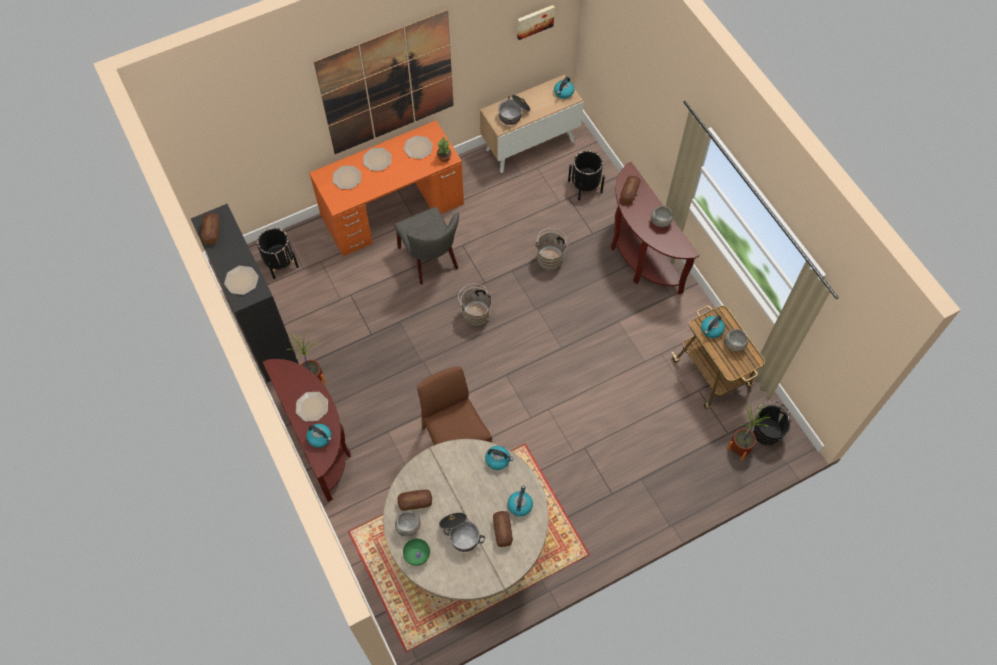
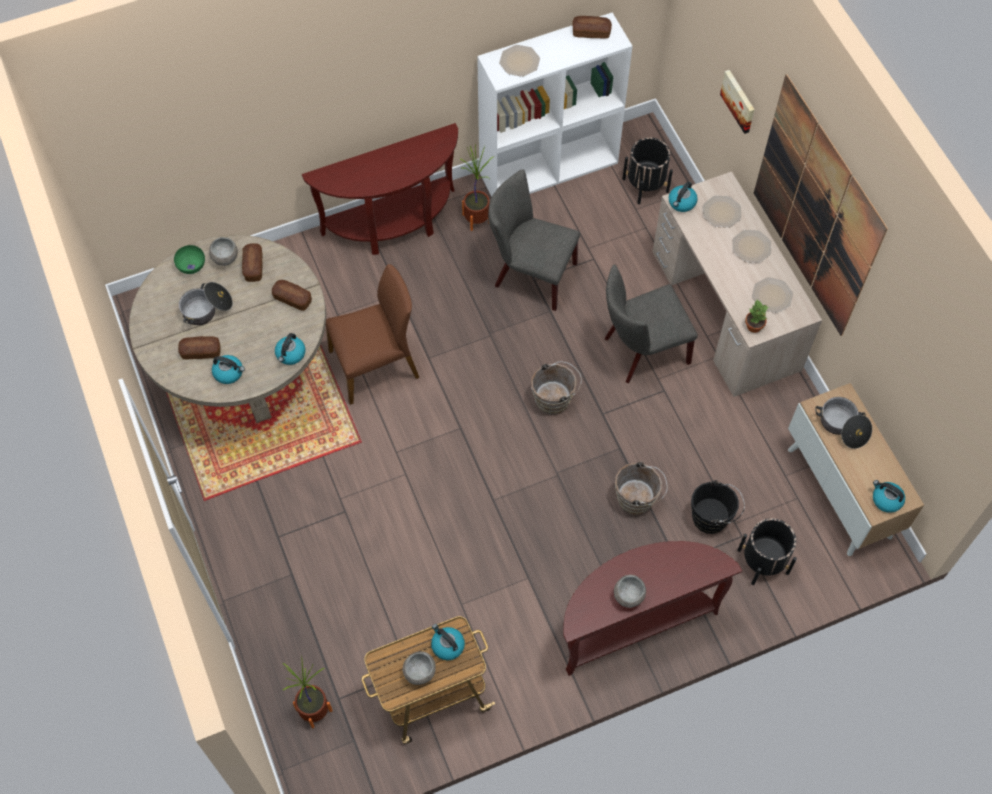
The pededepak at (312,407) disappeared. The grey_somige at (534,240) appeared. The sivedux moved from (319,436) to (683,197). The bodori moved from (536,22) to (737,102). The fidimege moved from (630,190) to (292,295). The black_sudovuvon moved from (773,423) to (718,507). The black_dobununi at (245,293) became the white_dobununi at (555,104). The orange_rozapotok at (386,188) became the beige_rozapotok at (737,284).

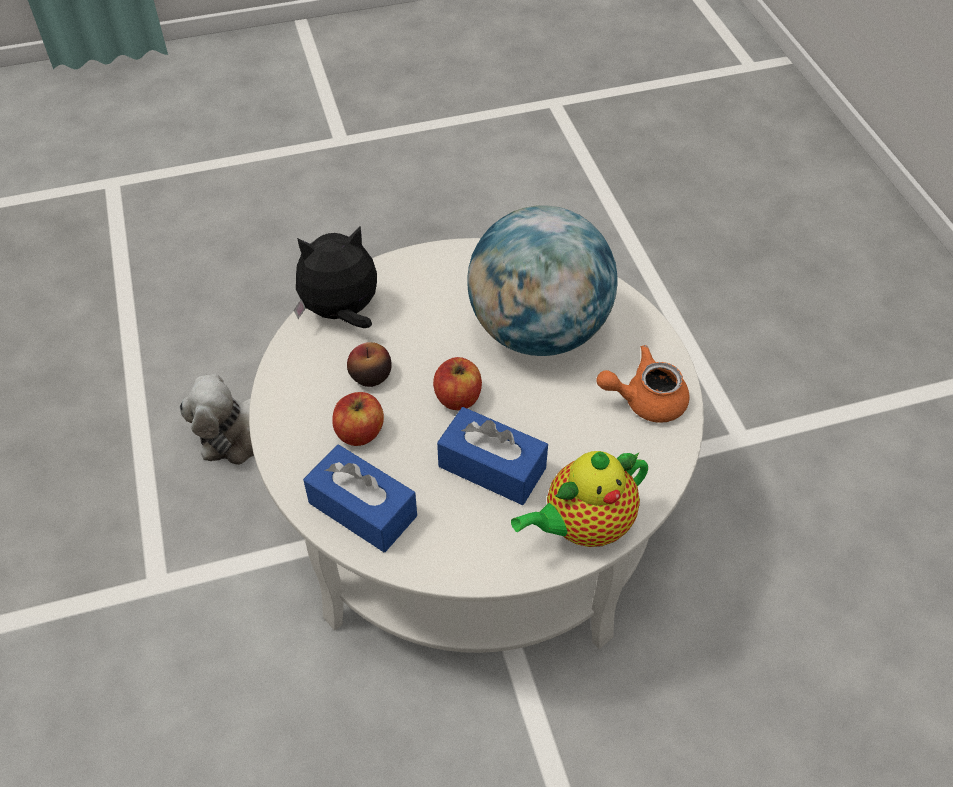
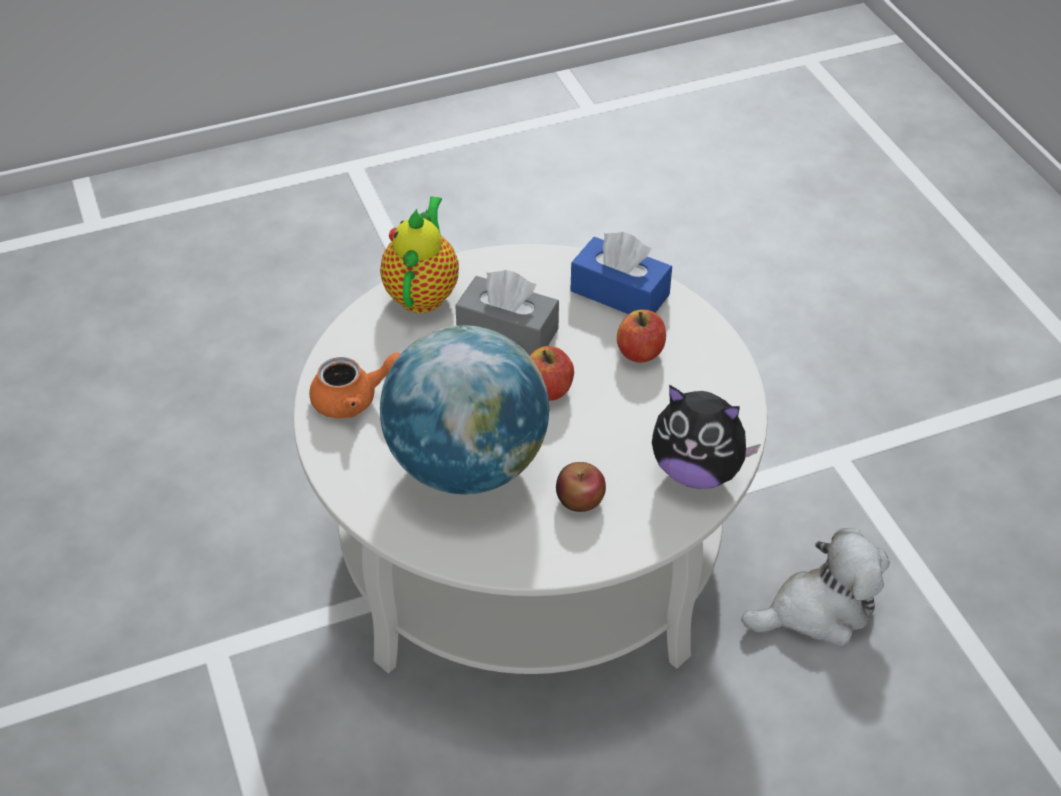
The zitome moved from (369,364) to (581,487). The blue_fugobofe at (492,456) became the grey_fugobofe at (507,313). The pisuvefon at (335,277) turned 45 degrees clockwise. The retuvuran at (579,499) turned 45 degrees counterclockwise.

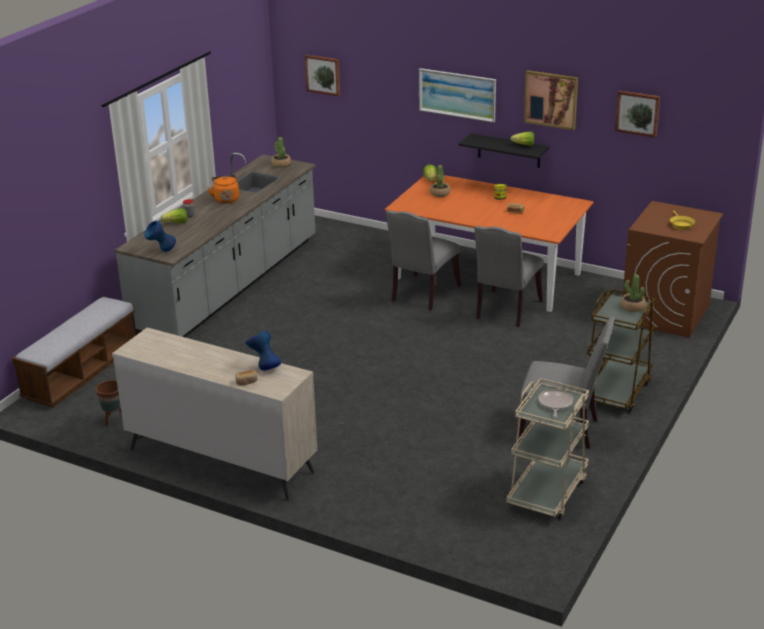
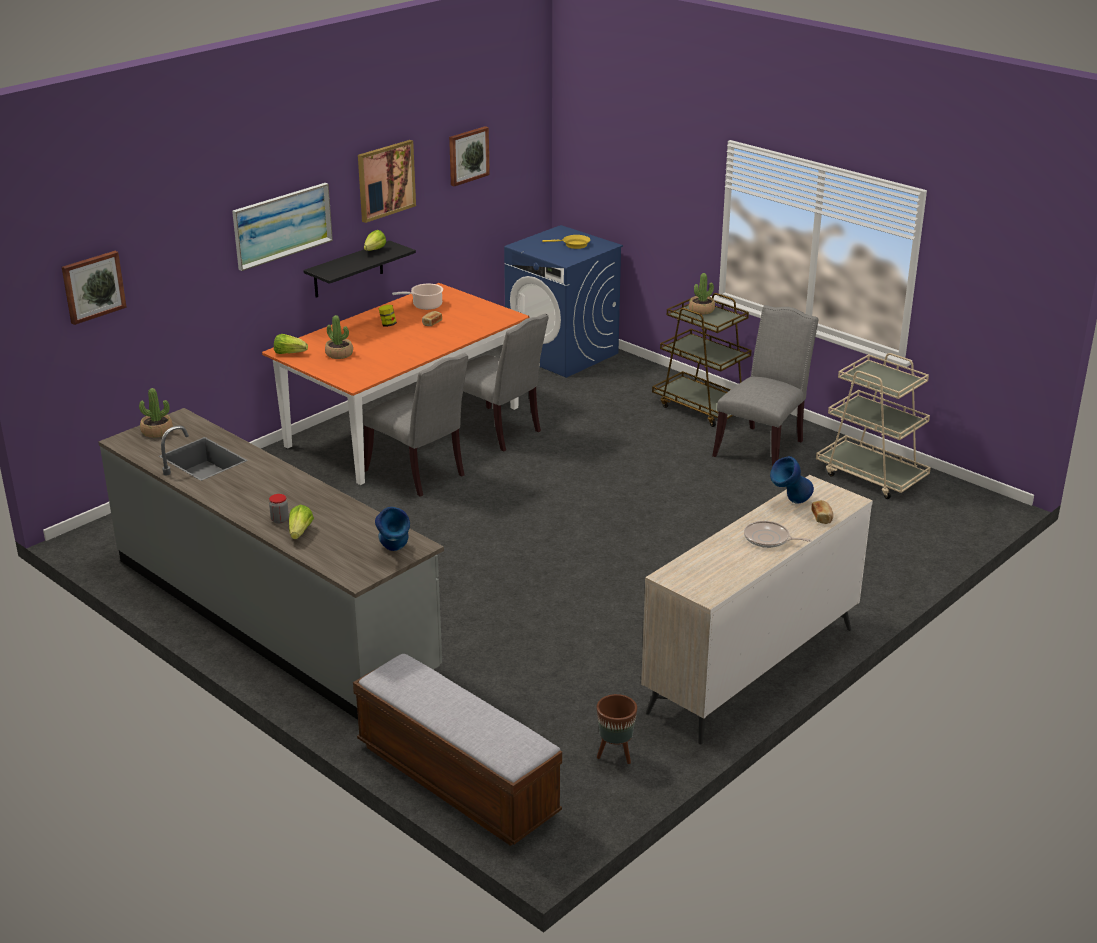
The orange_sivedux at (223,189) disappeared. The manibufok at (417,297) appeared. The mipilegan moved from (555,403) to (778,534). The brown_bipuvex at (673,269) became the blue_bipuvex at (563,301).

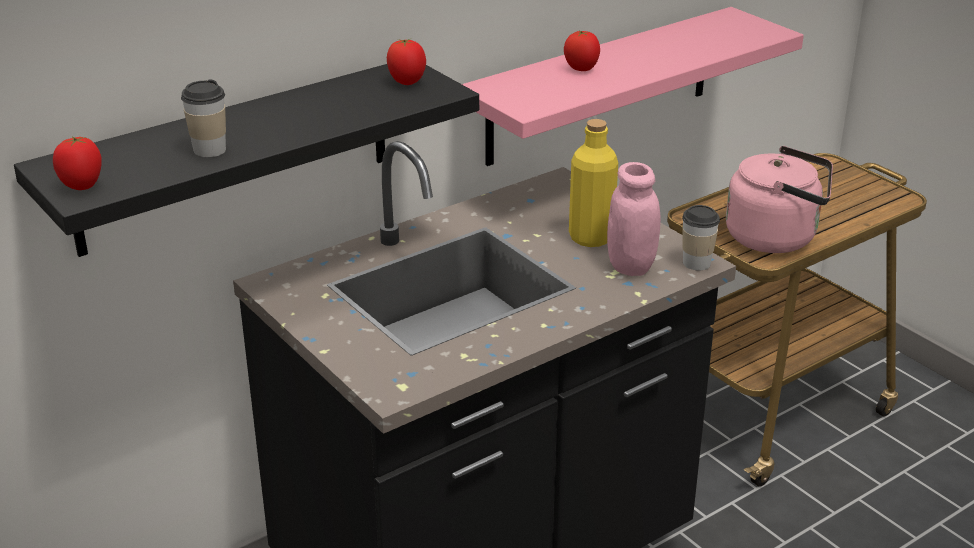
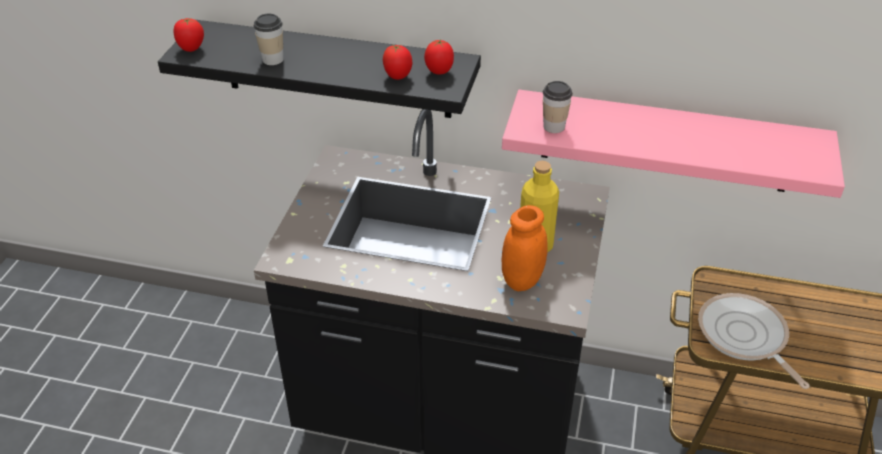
The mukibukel moved from (582,50) to (397,62). The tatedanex moved from (701,237) to (558,107). The pink_sivedux at (779,199) was replaced by the mipilegan at (754,341). The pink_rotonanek at (634,219) became the orange_rotonanek at (525,248).

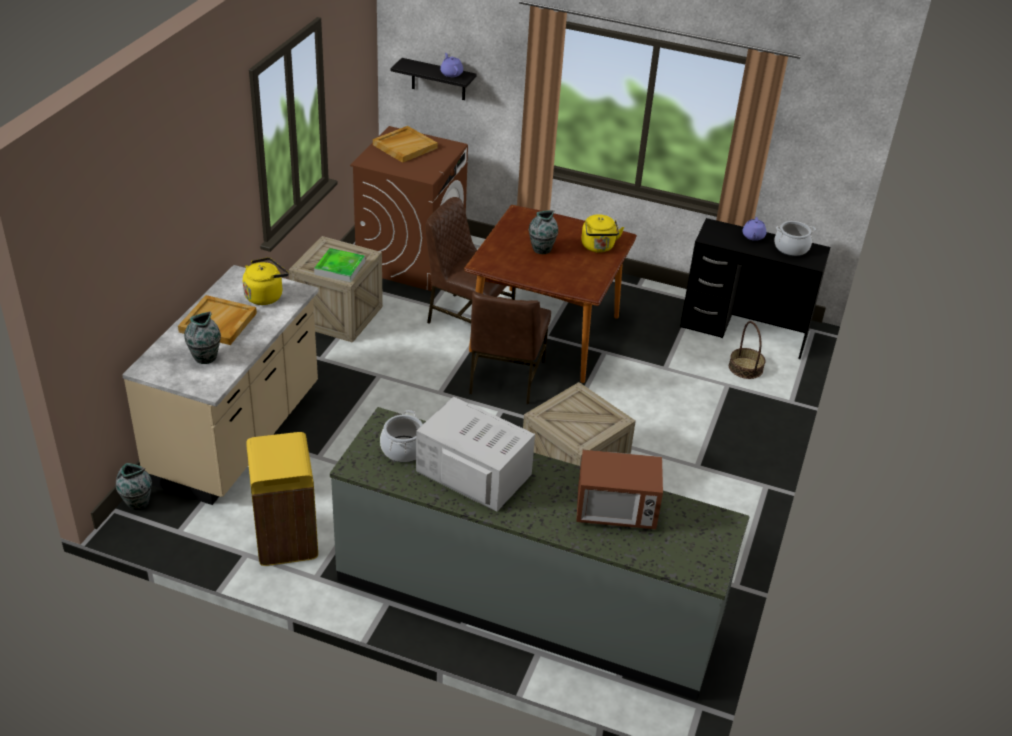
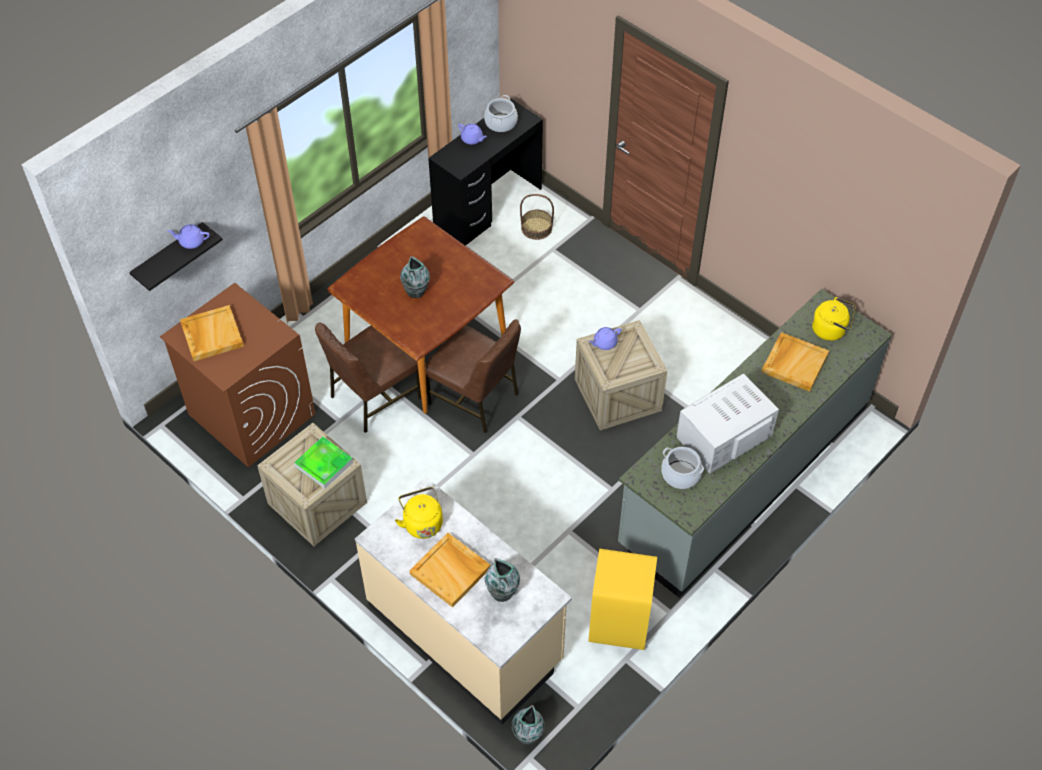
The purple_retuvuran at (605,338) appeared. The yellow_sivedux moved from (602,233) to (833,319). The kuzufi at (619,489) was replaced by the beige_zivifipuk at (795,362).

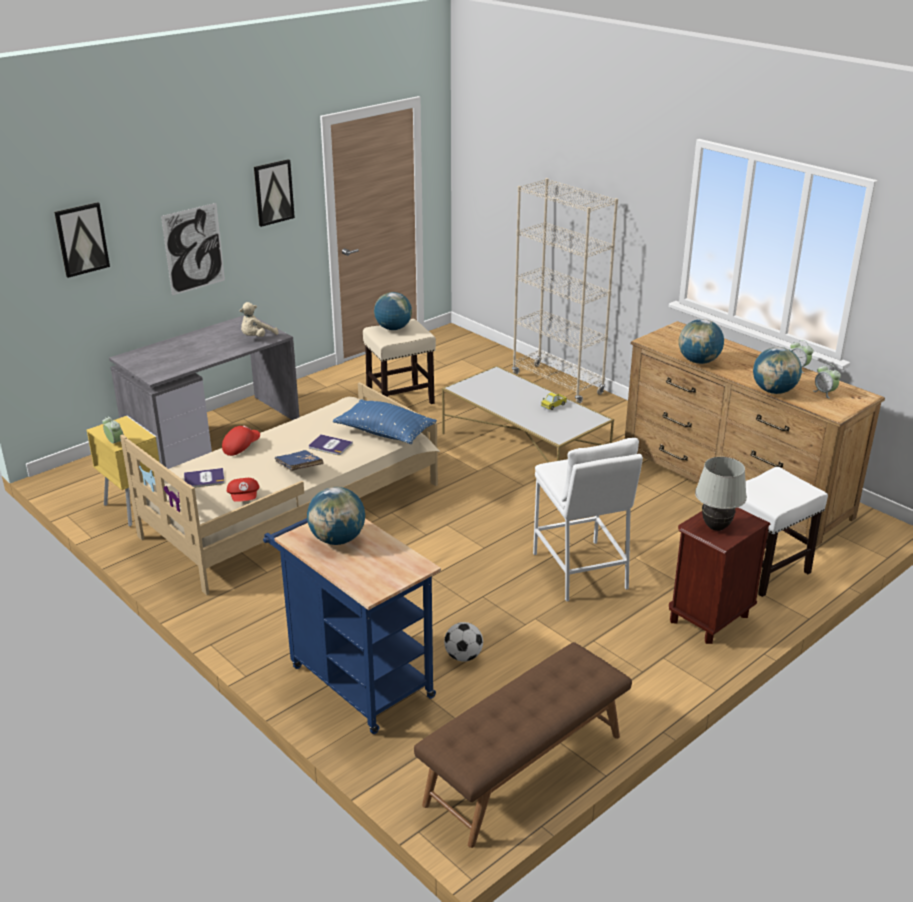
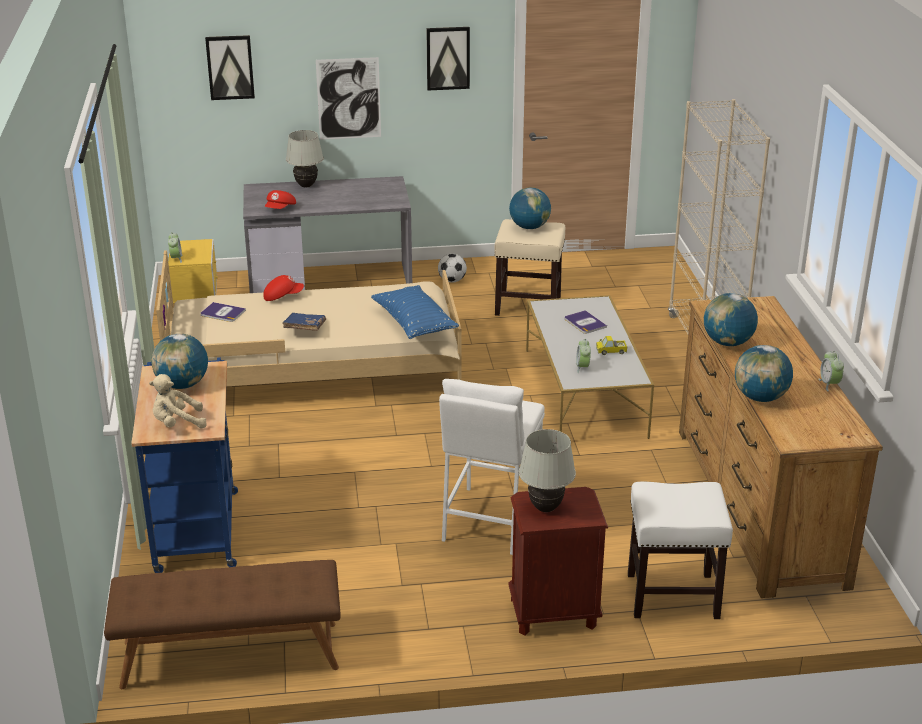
The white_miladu at (305,158) appeared. The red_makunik moved from (243,490) to (280,199). The beige_pisuvefon moved from (259,319) to (178,401). The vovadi moved from (331,444) to (586,322). The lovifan moved from (463,642) to (452,268). The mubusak moved from (827,381) to (583,356).

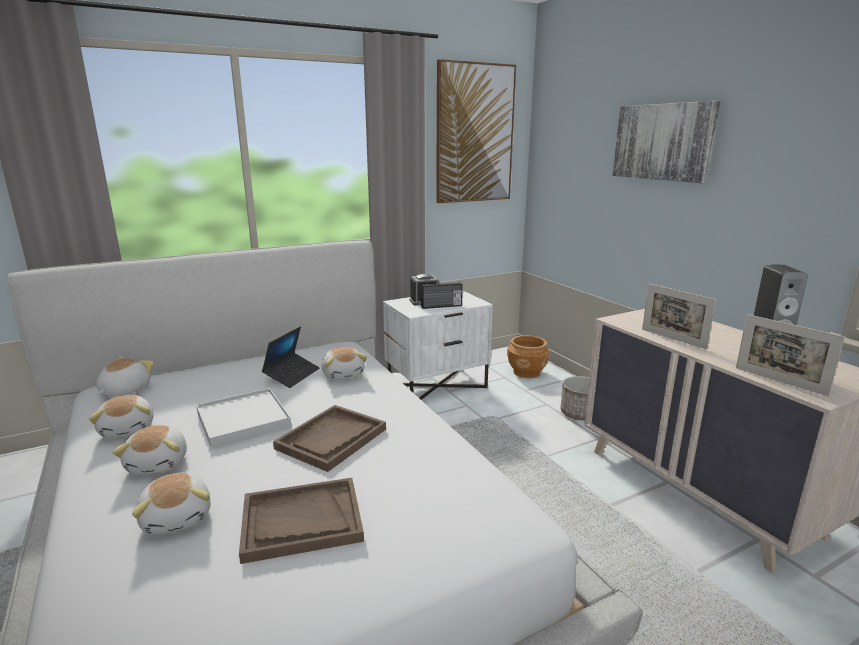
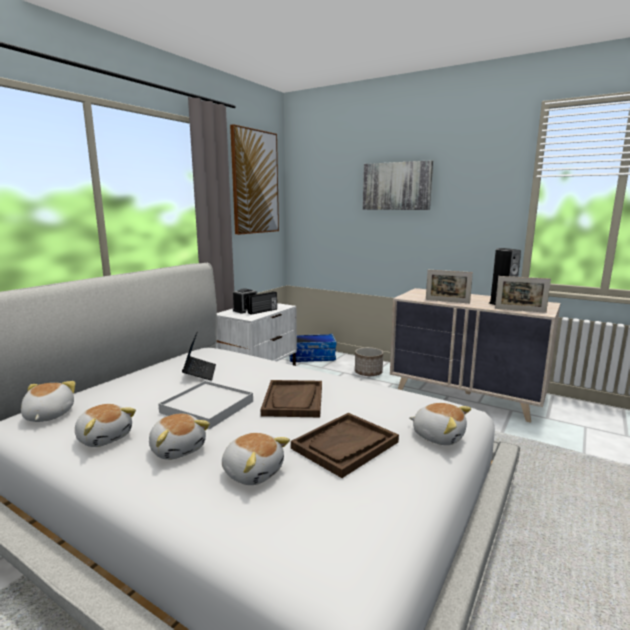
The pisuvefon moved from (344,363) to (440,424). The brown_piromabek at (528,356) was replaced by the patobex at (313,348).

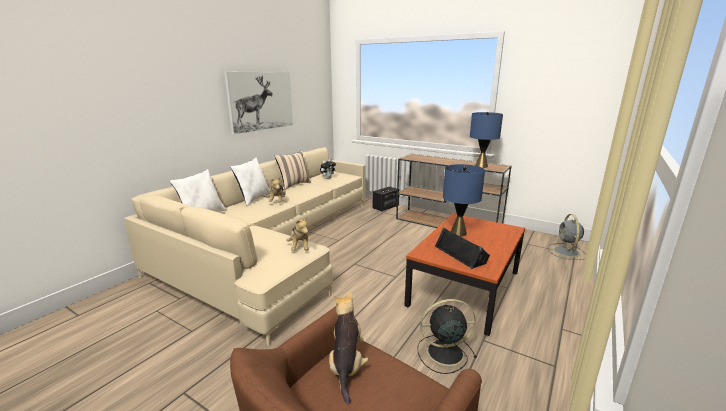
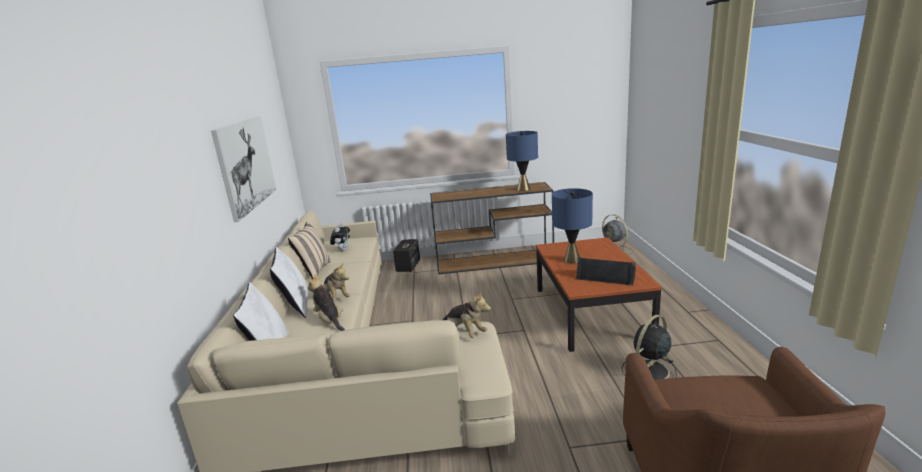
The pisuvefon moved from (349,347) to (326,302).

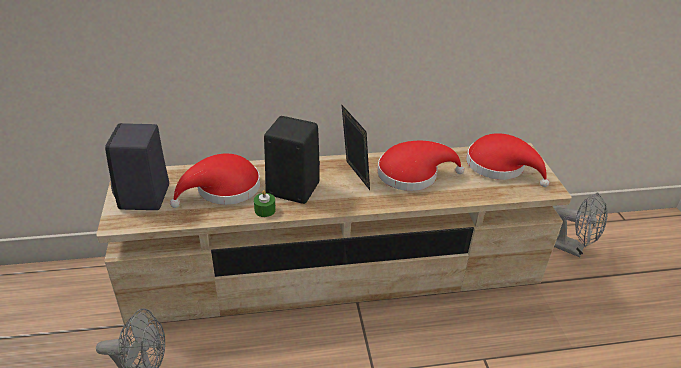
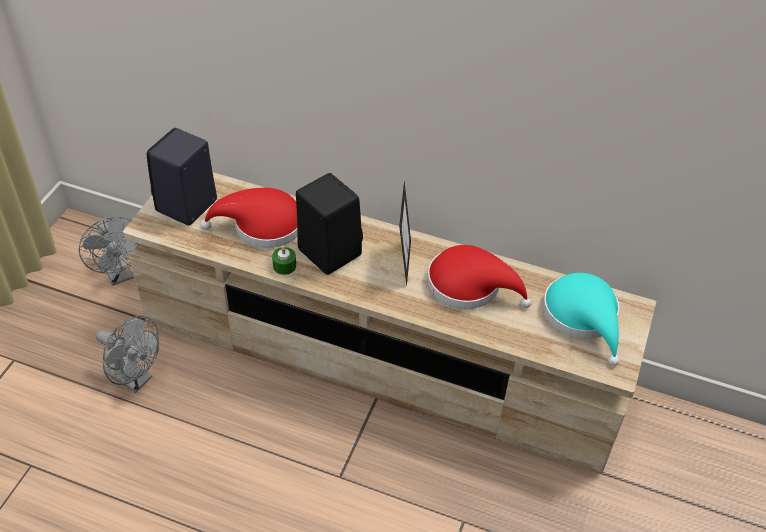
The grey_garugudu moved from (581,224) to (109,251). The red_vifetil at (508,160) became the turquoise_vifetil at (581,319).

